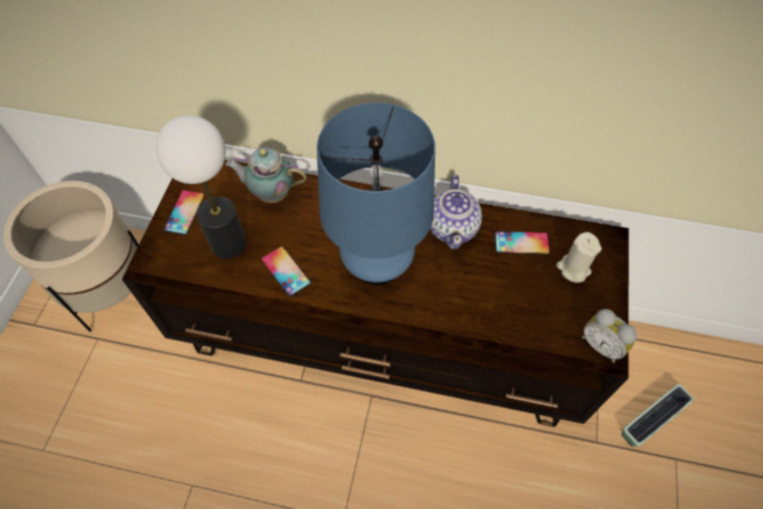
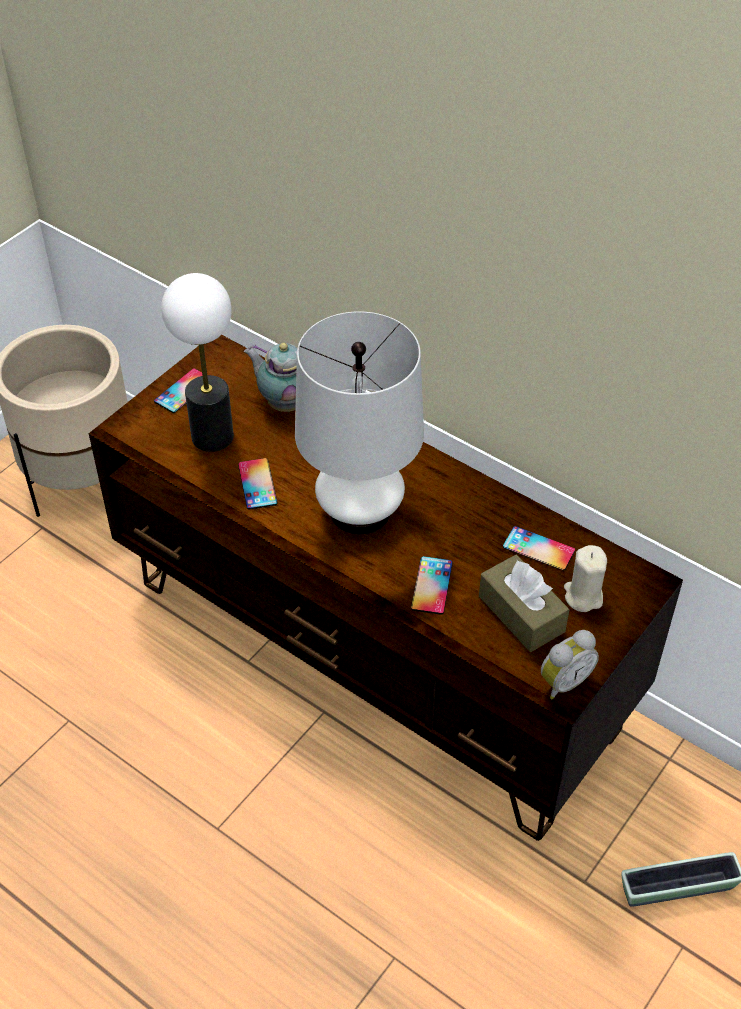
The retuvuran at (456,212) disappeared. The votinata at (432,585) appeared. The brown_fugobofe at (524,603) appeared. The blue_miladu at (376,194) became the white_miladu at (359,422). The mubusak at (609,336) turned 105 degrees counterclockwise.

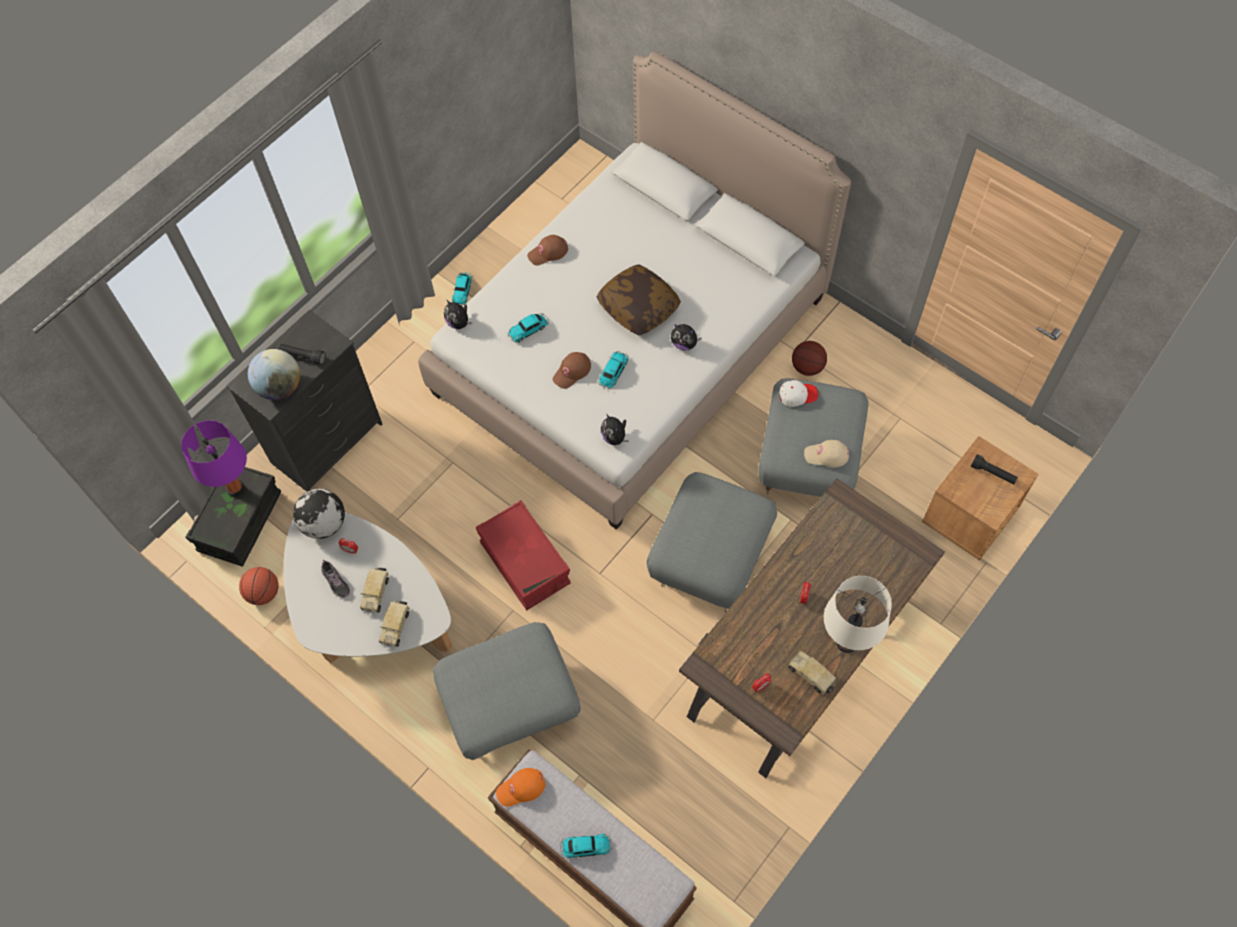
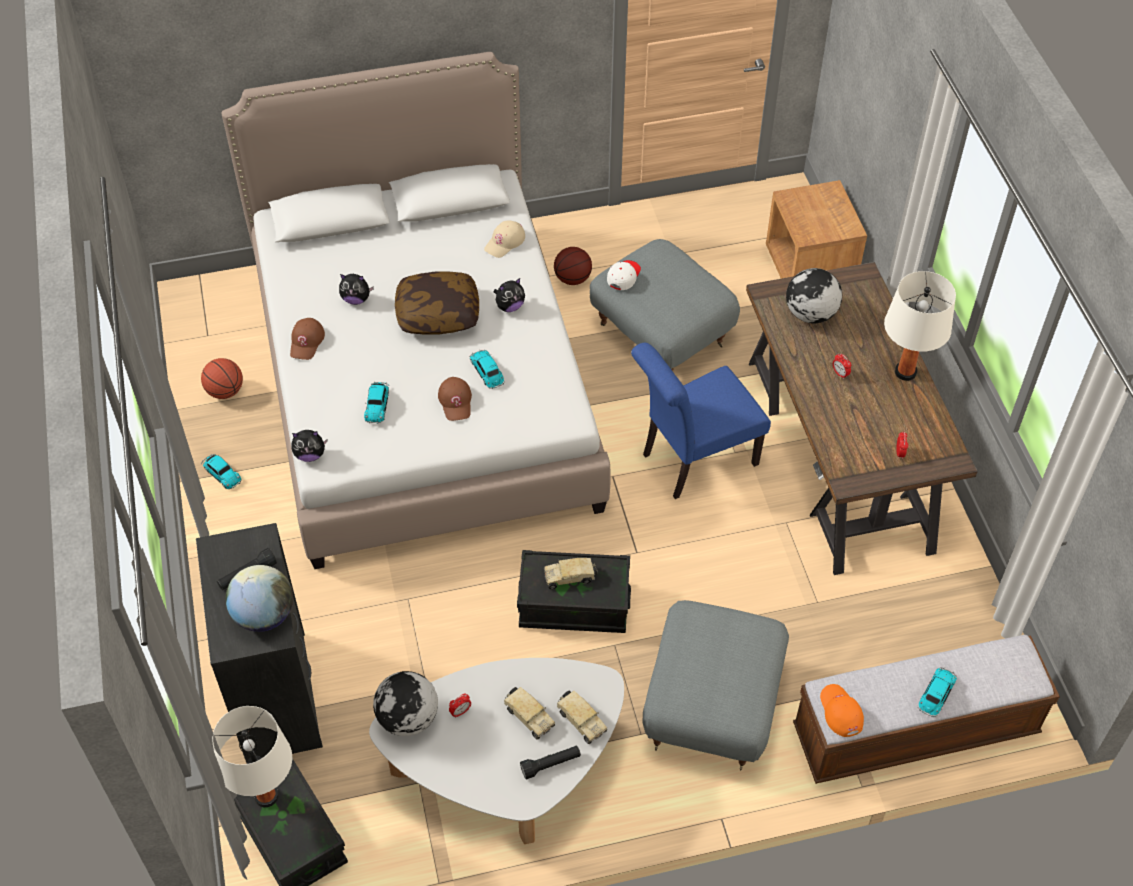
The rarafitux at (335,579) disappeared. The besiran at (814,295) appeared. The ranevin moved from (259,586) to (222,378). The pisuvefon moved from (615,430) to (356,289). The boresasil moved from (812,673) to (571,573). The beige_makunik moved from (826,454) to (504,239). The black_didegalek moved from (994,469) to (550,762). The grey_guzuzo at (712,542) was replaced by the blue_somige at (701,421). The purple_miladu at (214,458) became the white_miladu at (252,756). The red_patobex at (523,555) became the black_patobex at (574,591). The orange_makunik at (520,787) turned 150 degrees clockwise.

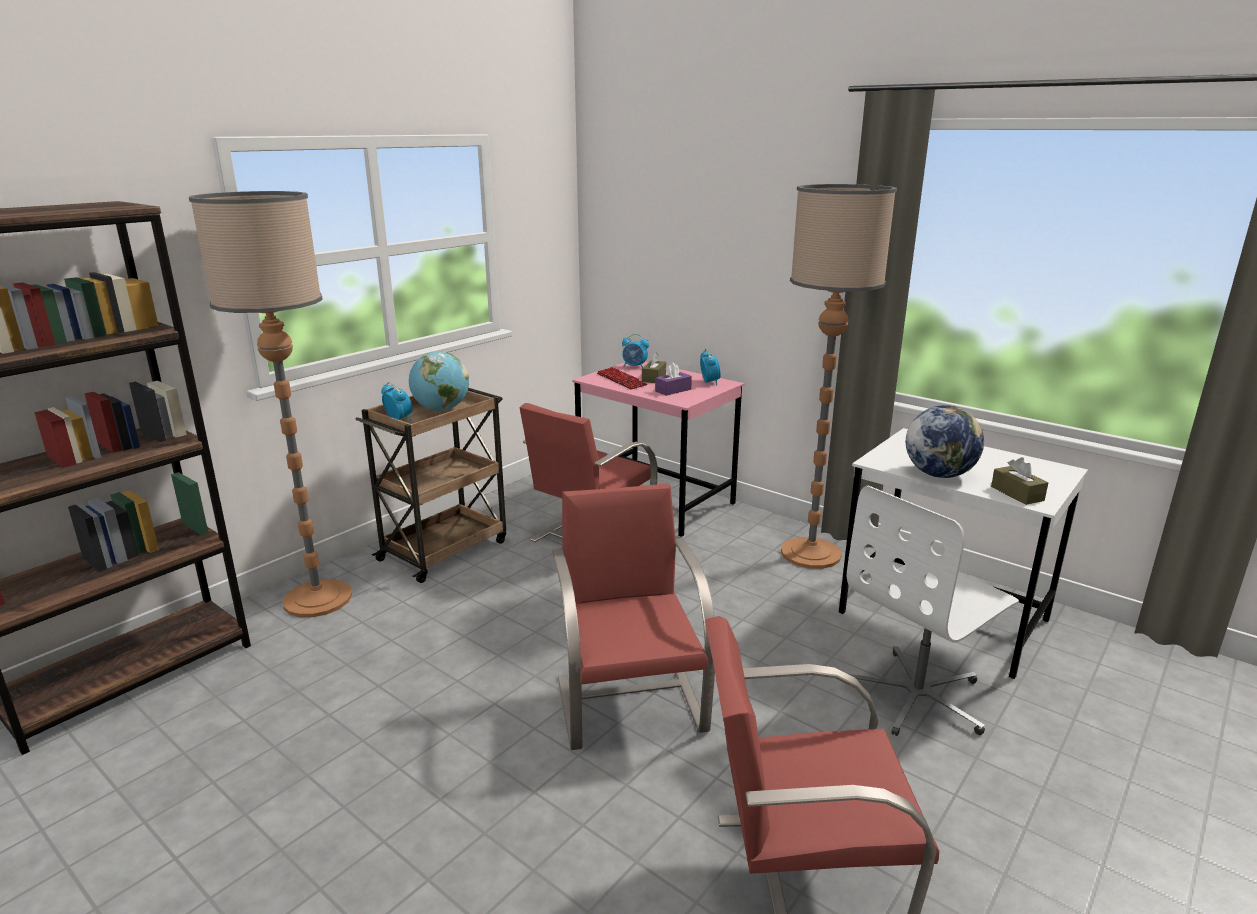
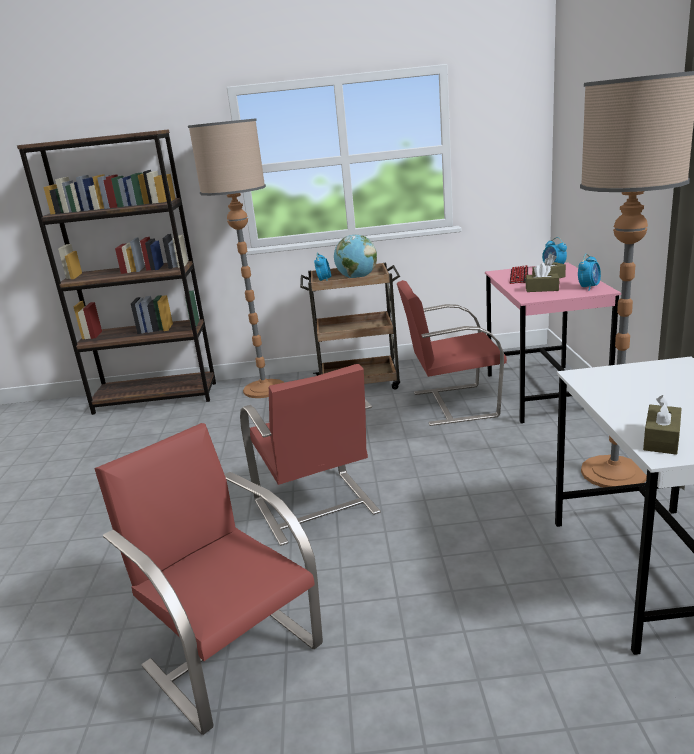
The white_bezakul at (932,610) disappeared. The besiran at (945,441) disappeared. The purple_fugobofe at (673,379) became the brown_fugobofe at (542,277). The red_somige at (633,617) turned 120 degrees clockwise.

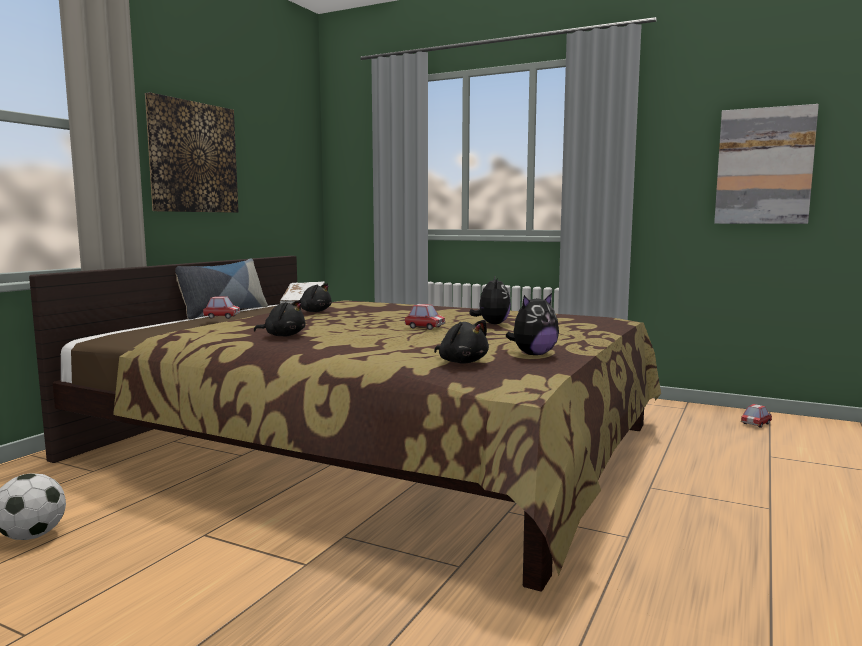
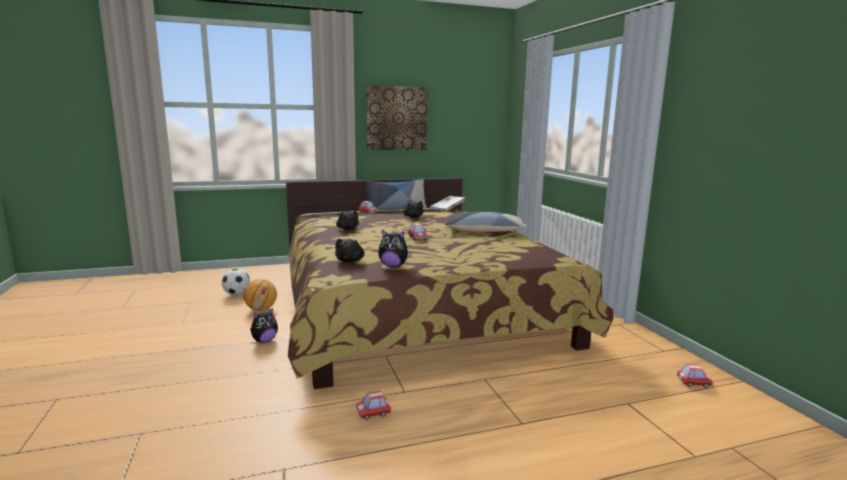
The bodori at (766,164) disappeared. The ranevin at (260,295) appeared. The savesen at (373,405) appeared. The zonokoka at (486,222) appeared. The pisuvefon moved from (490,299) to (264,325).

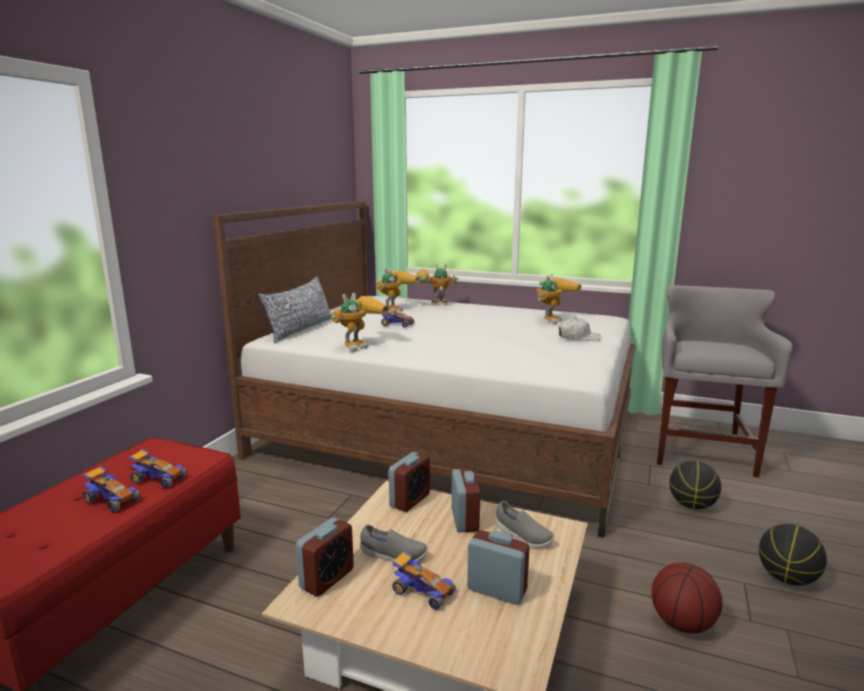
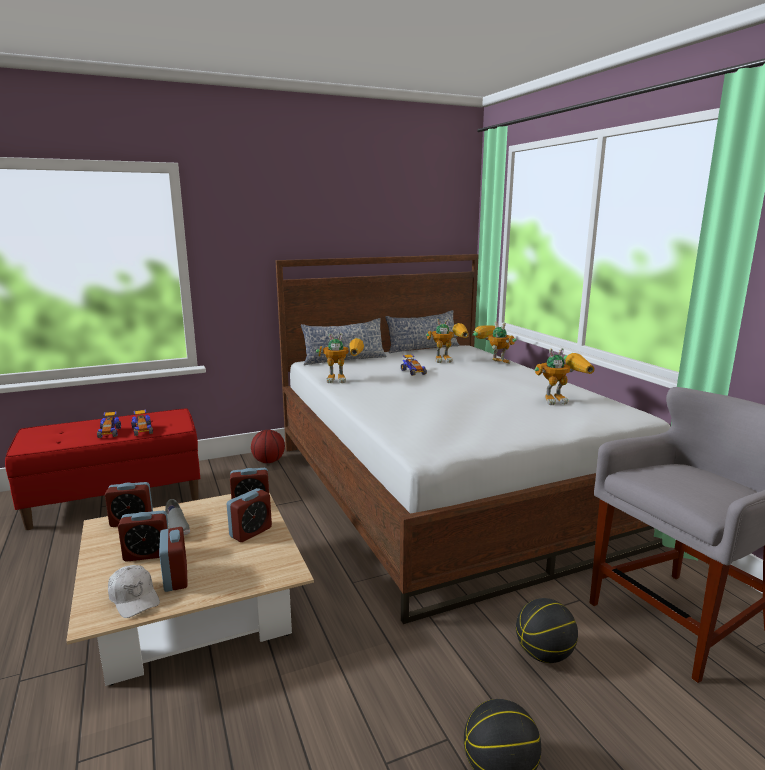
The grey_rarafitux at (524,524) disappeared. The zonokoka at (422,331) appeared. The white_makunik moved from (580,329) to (134,591). The ranevin moved from (686,597) to (268,446). The savesen at (424,580) was replaced by the mubusak at (143,536).

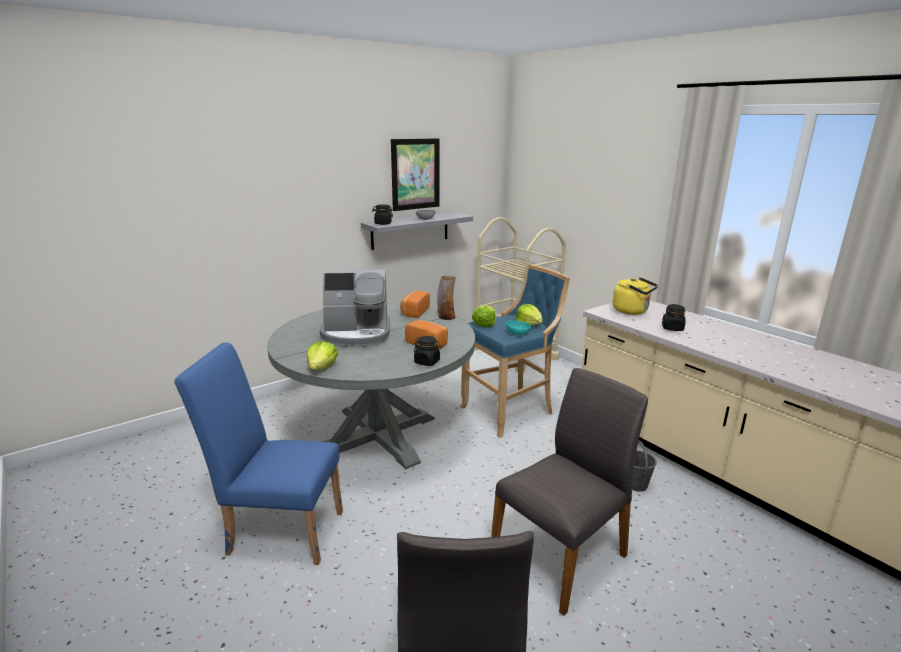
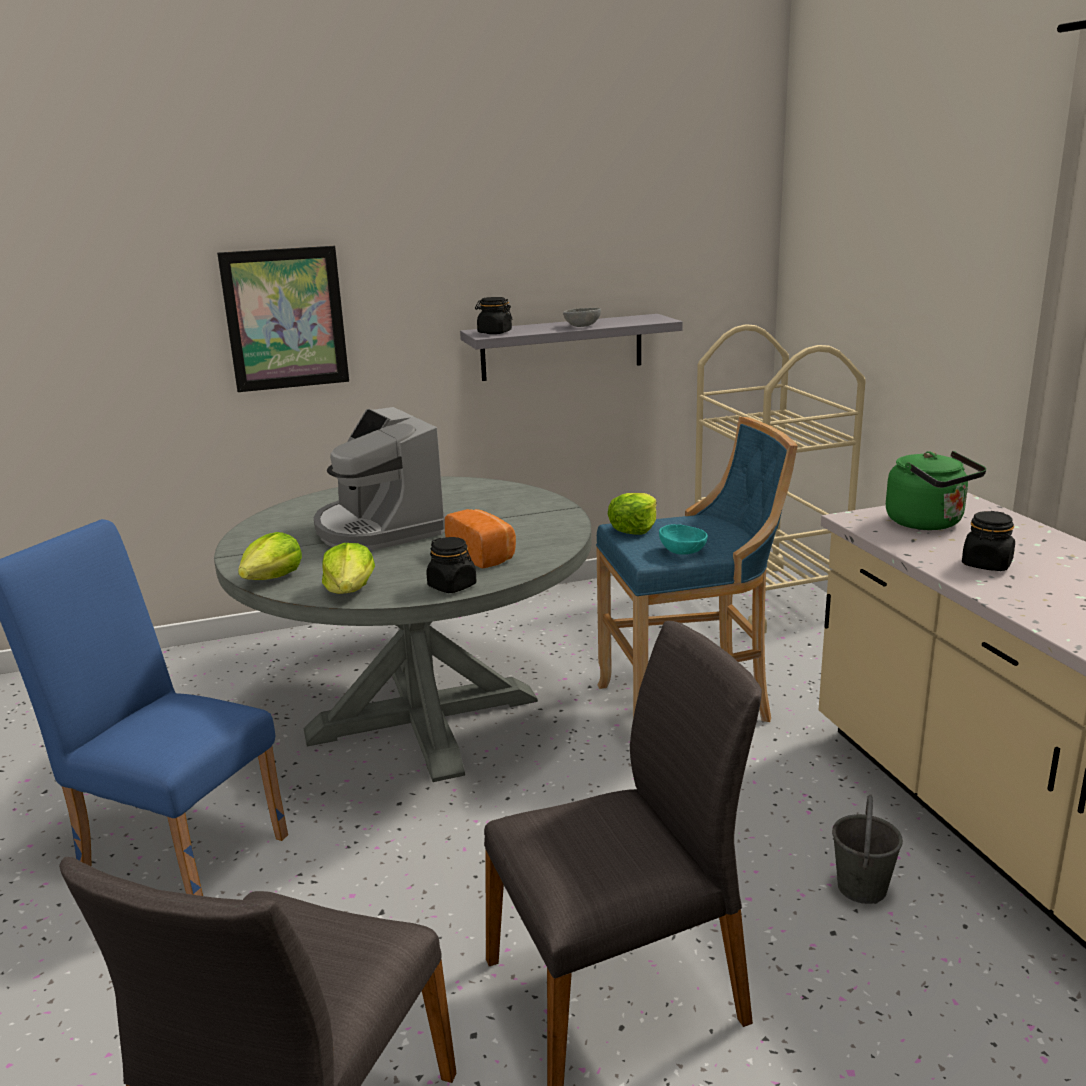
The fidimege at (415,304) disappeared. The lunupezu at (446,298) disappeared. The bodori moved from (415,174) to (283,319). The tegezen moved from (529,314) to (348,568). The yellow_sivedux at (635,296) became the green_sivedux at (936,490). The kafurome at (355,308) turned 45 degrees clockwise.

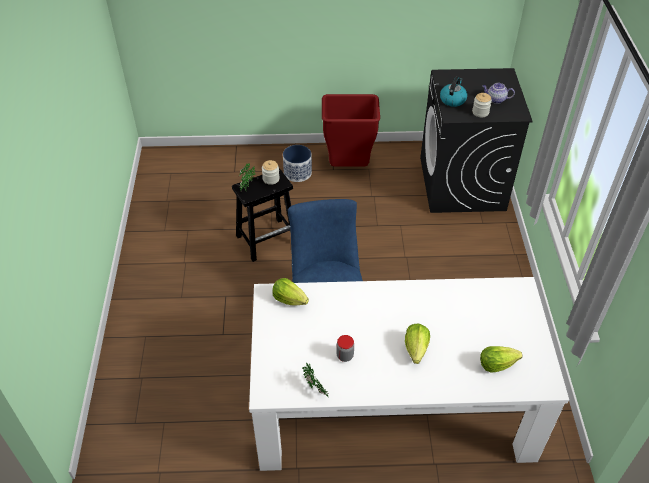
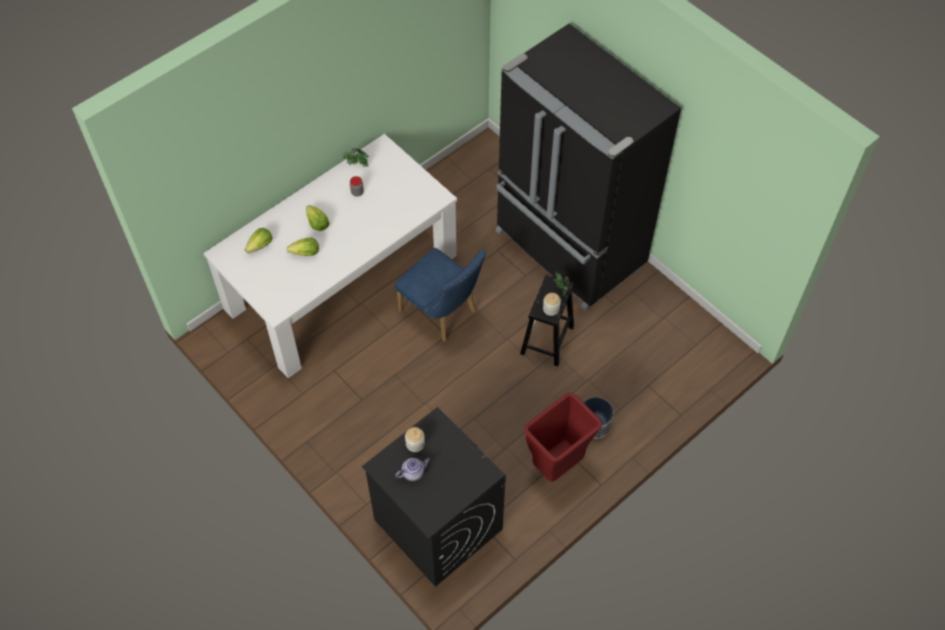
The sivedux at (453,91) disappeared. The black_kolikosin at (588,167) appeared. The tegezen moved from (290,292) to (303,247).

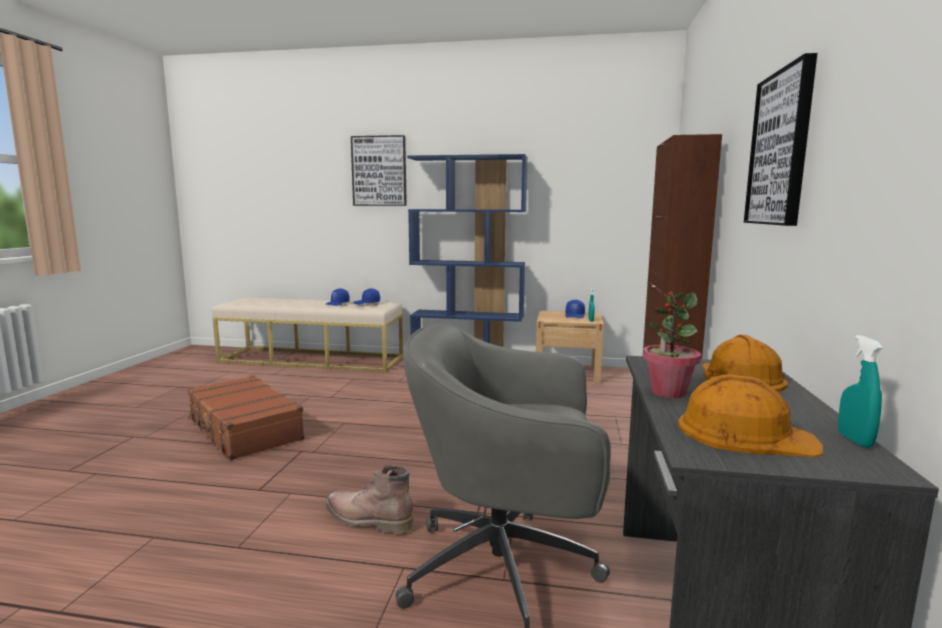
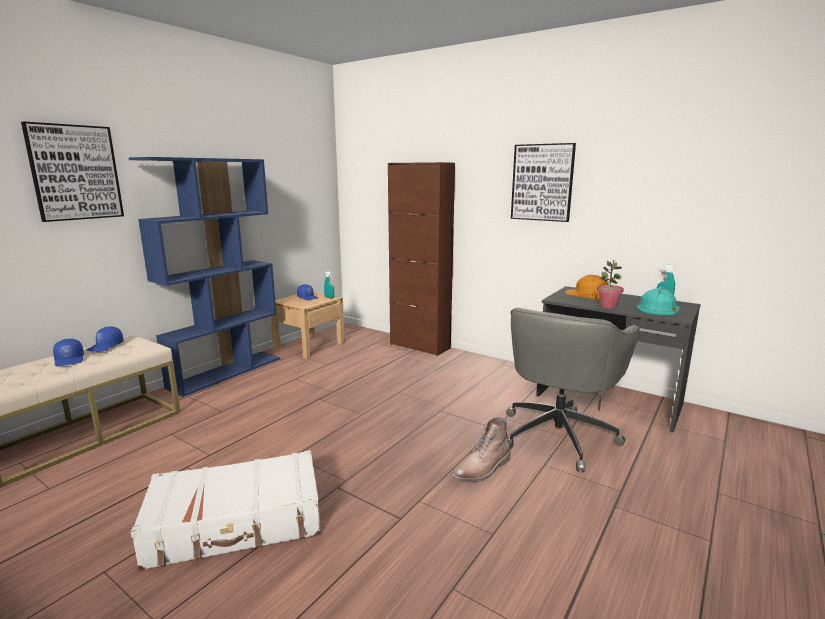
The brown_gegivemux at (246,417) became the white_gegivemux at (226,510). The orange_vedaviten at (750,415) became the turquoise_vedaviten at (658,301).

